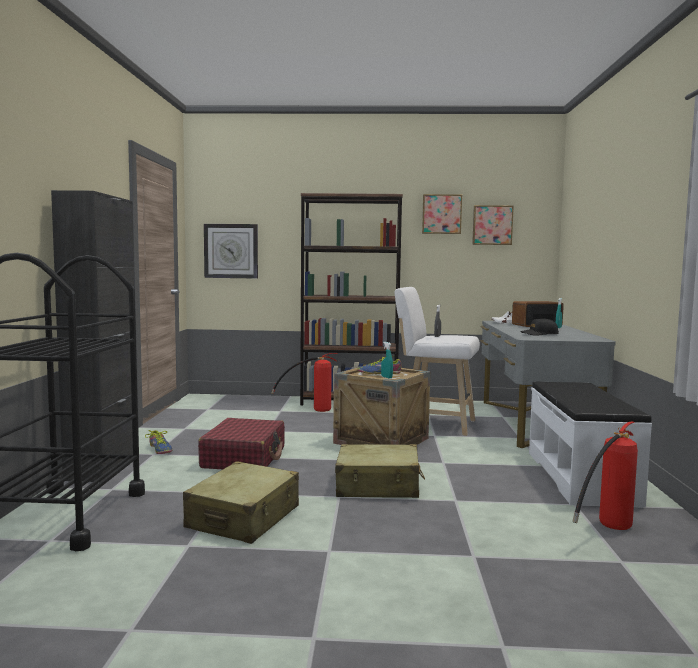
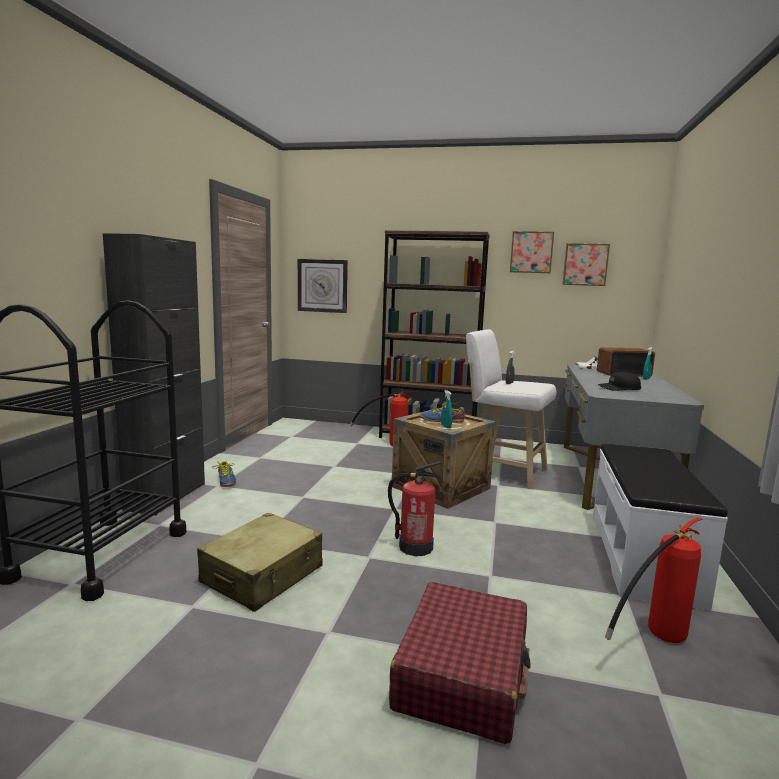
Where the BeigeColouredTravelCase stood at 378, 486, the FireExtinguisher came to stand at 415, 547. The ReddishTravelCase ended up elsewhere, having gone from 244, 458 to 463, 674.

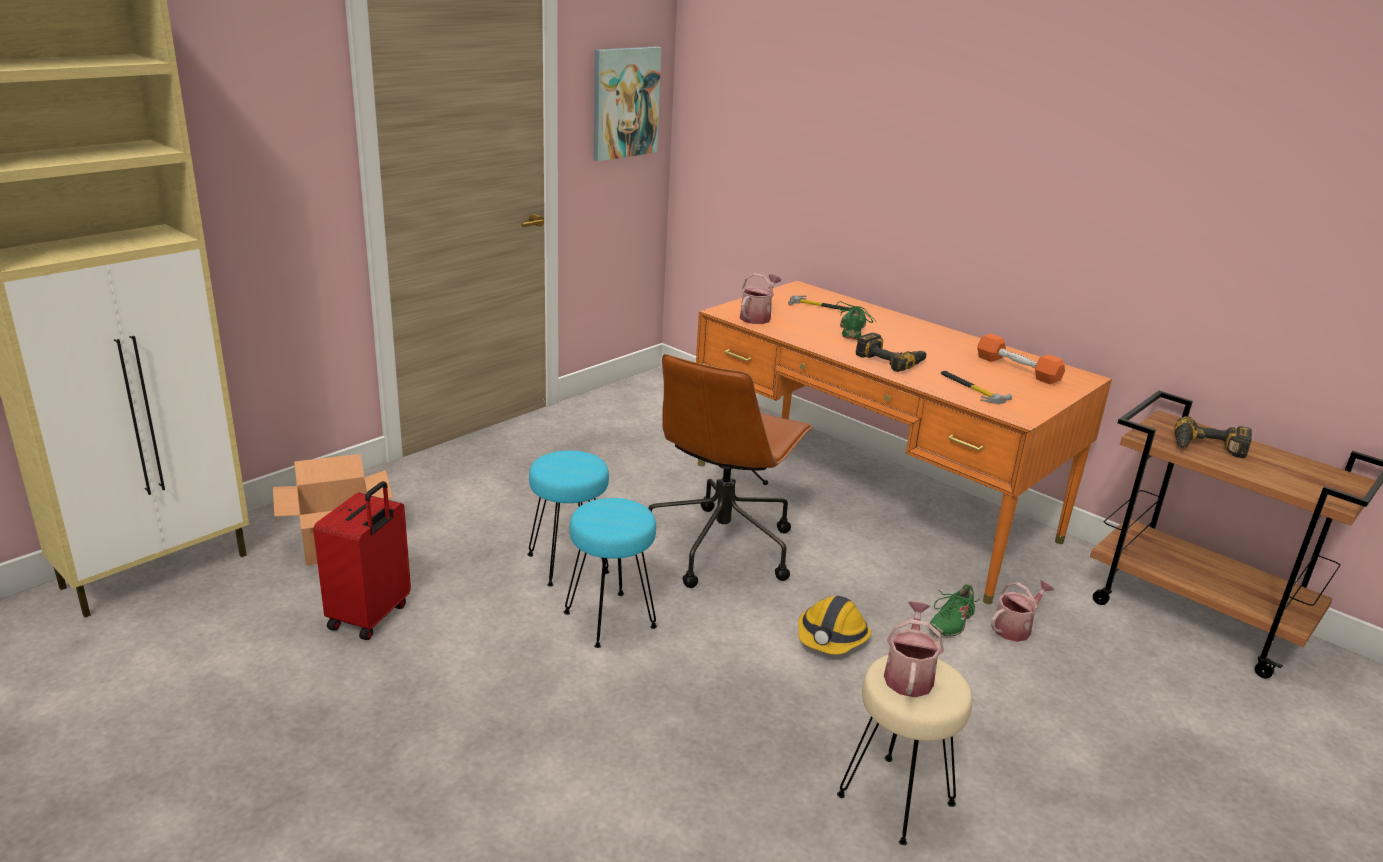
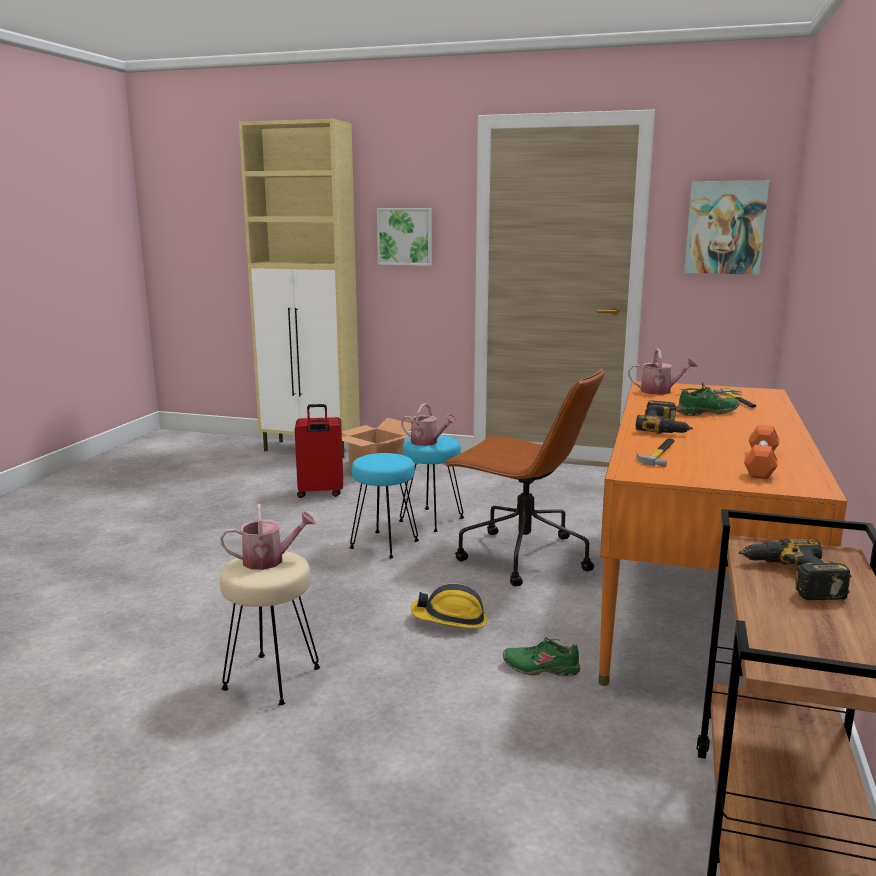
The second view gained the WallPicture at 405, 236. The SprinklingCan ended up elsewhere, having gone from 1015, 628 to 427, 442. The BrownOfficeChair at 722, 546 ended up facing another way, 150 degrees counterclockwise from before.

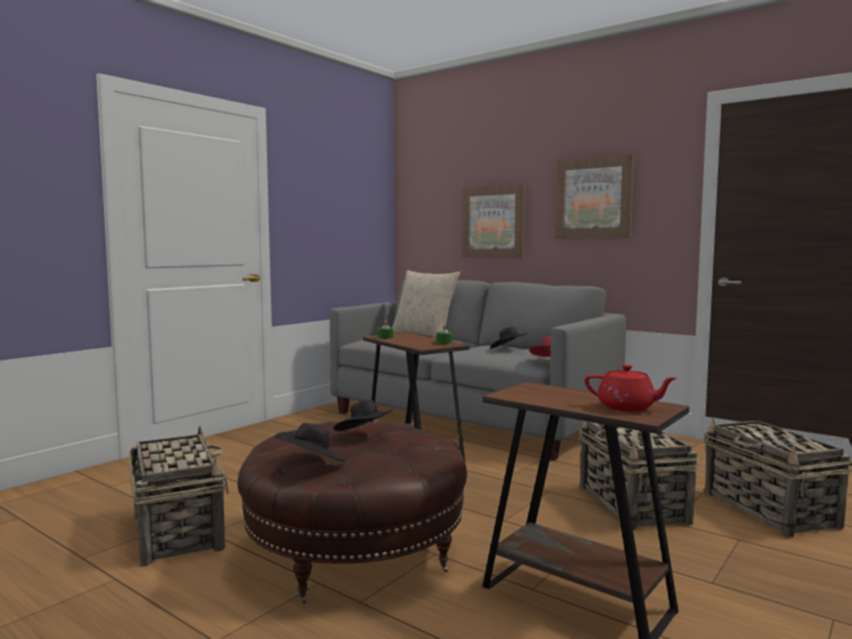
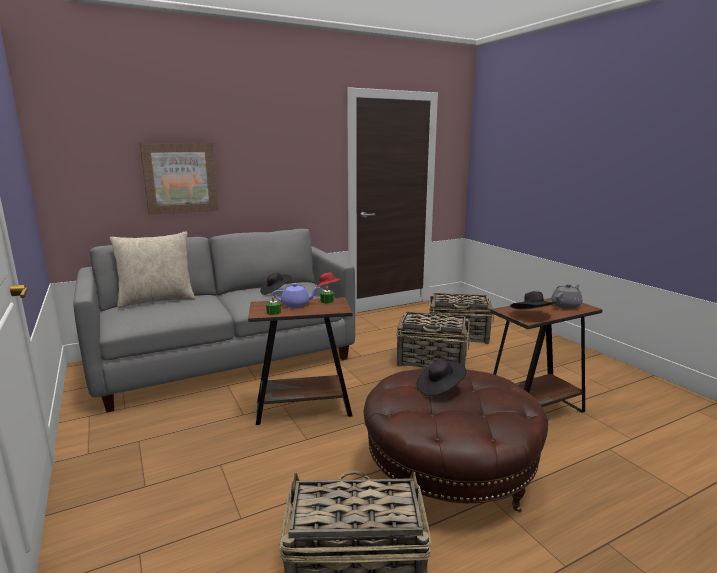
The second view gained the PurpleTeapot at 296, 304. The BlackishClothingHat ended up elsewhere, having gone from 311, 464 to 532, 315. What was the ReddishTeapot at 627, 407 turned into the GrayTeapot at 566, 305. The second view lost the WallPicture at 594, 198.

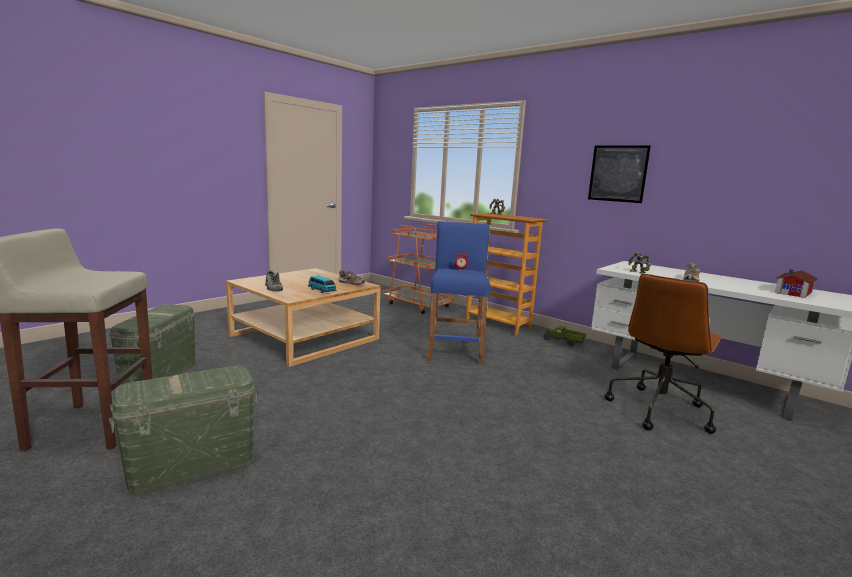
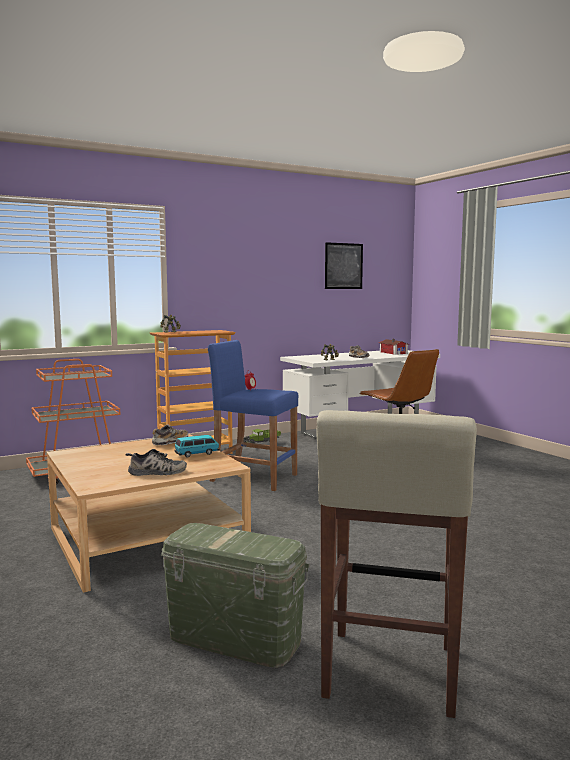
The WallPicture ended up elsewhere, having gone from 618, 173 to 343, 266. The second view lost the GreenishStorageContainer at 192, 465.

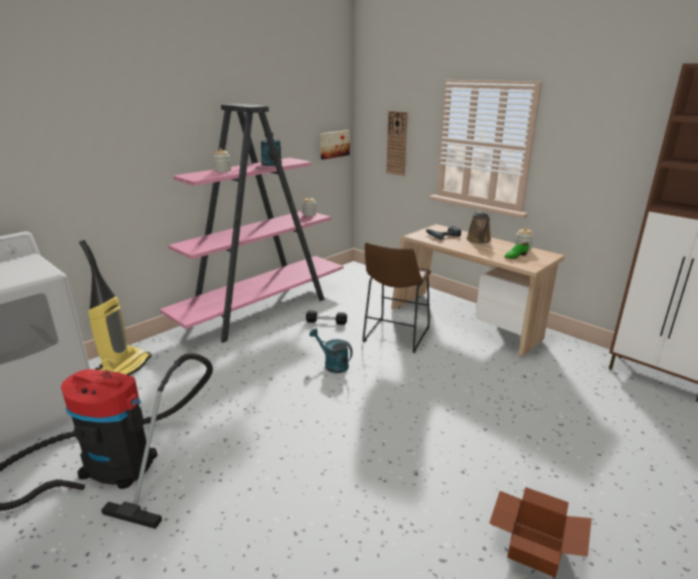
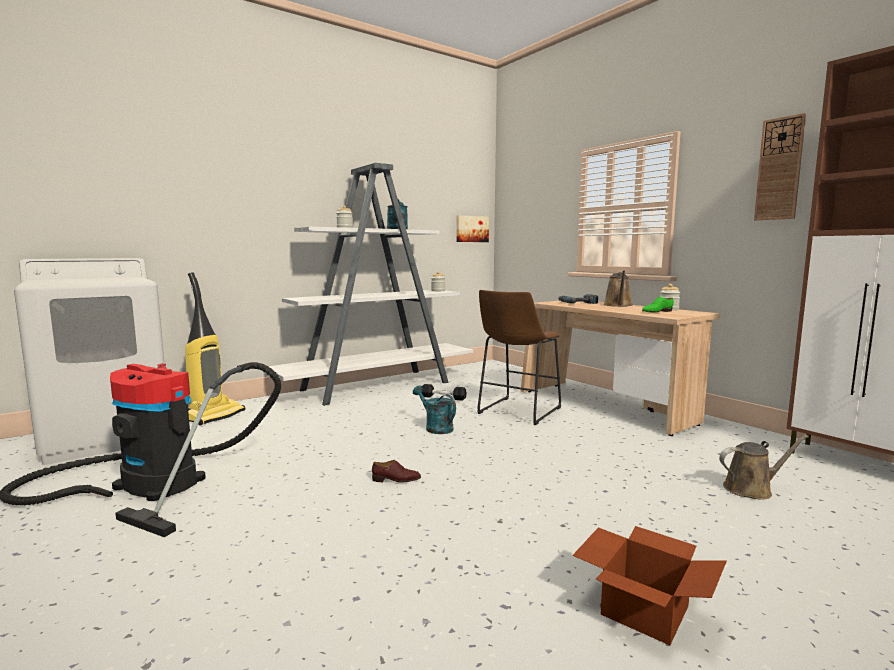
What was the PinkColouredBookcase at 262, 309 turned into the WhitishBookcase at 378, 386. The second view gained the BrownShoe at 396, 480. The second view gained the BrownSprinklingCan at 751, 489. The ClockOnTheWall ended up elsewhere, having gone from 397, 143 to 779, 169.

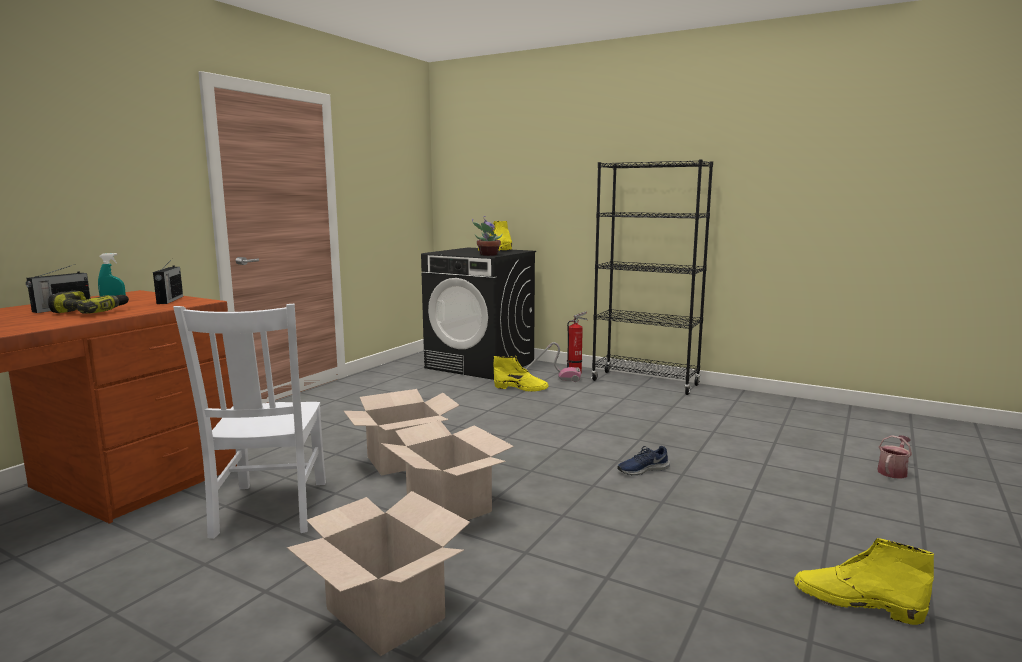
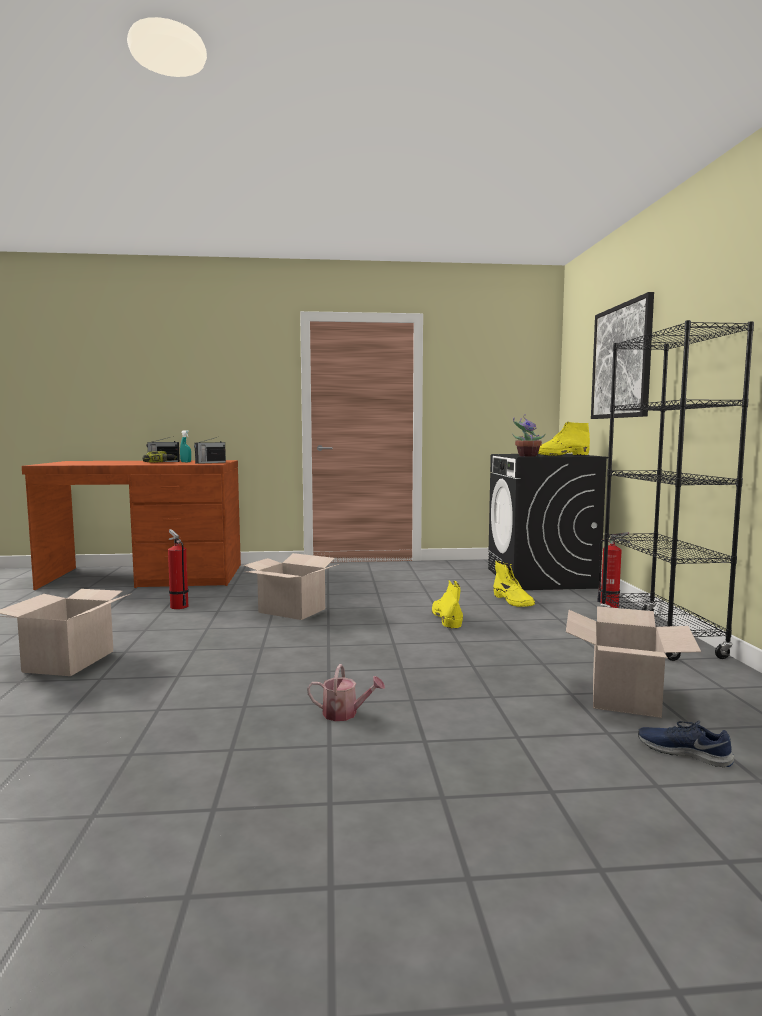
Where the WhitishUprightChair stood at 270, 510, the FireExtinguisher came to stand at 178, 606. The SprinklingCan ended up elsewhere, having gone from 893, 471 to 345, 714. The YellowColouredHighTopBoot ended up elsewhere, having gone from 855, 603 to 446, 618. The Carton ended up elsewhere, having gone from 447, 506 to 623, 696. The second view gained the WallPicture at 621, 361. The BlueShoe ended up elsewhere, having gone from 642, 469 to 683, 752. The second view lost the VacuumCleaner at 547, 379.

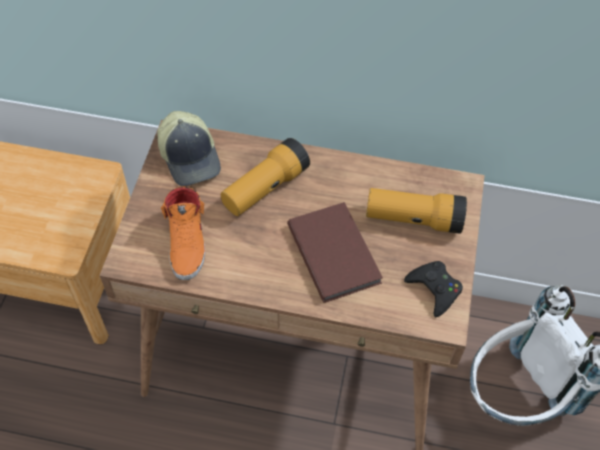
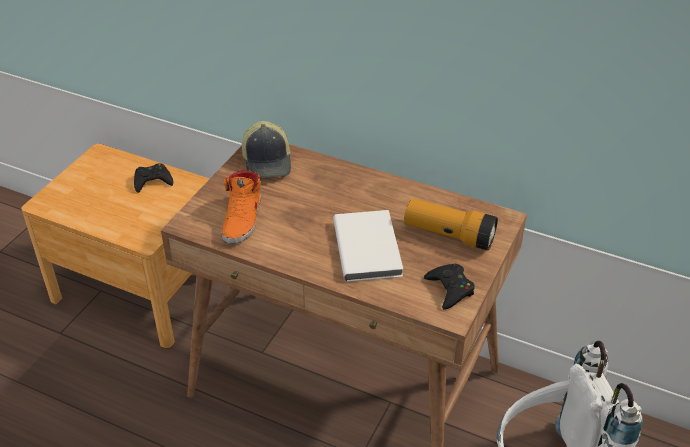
The second view gained the BlackishGamepad at 152, 181. What was the BrownVolume at 335, 252 turned into the WhitishVolume at 369, 247. The second view lost the Torch at 265, 188.

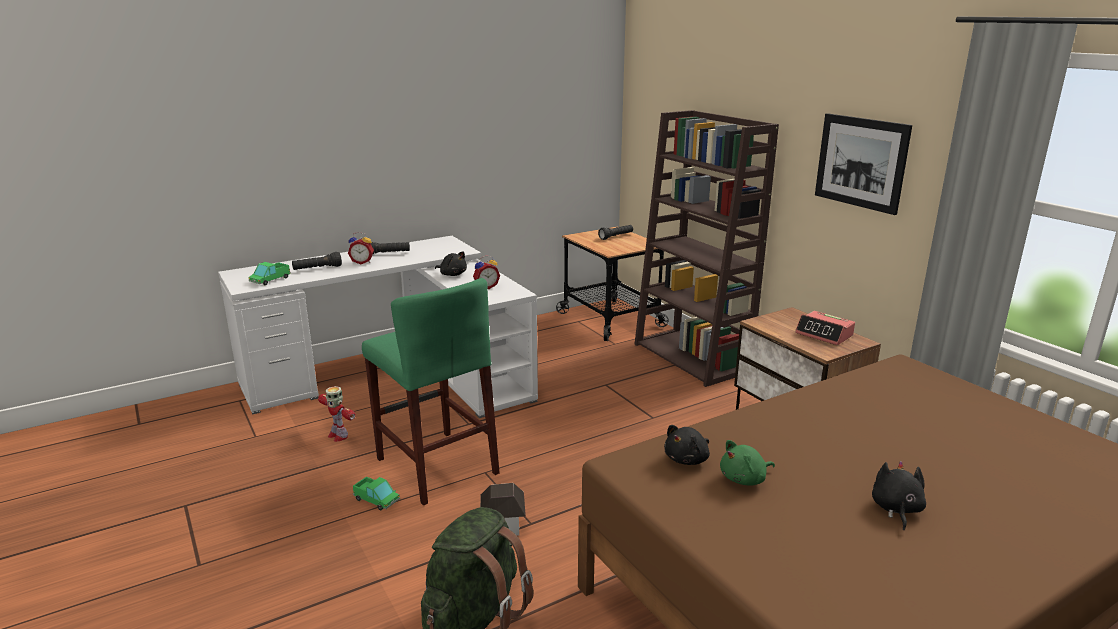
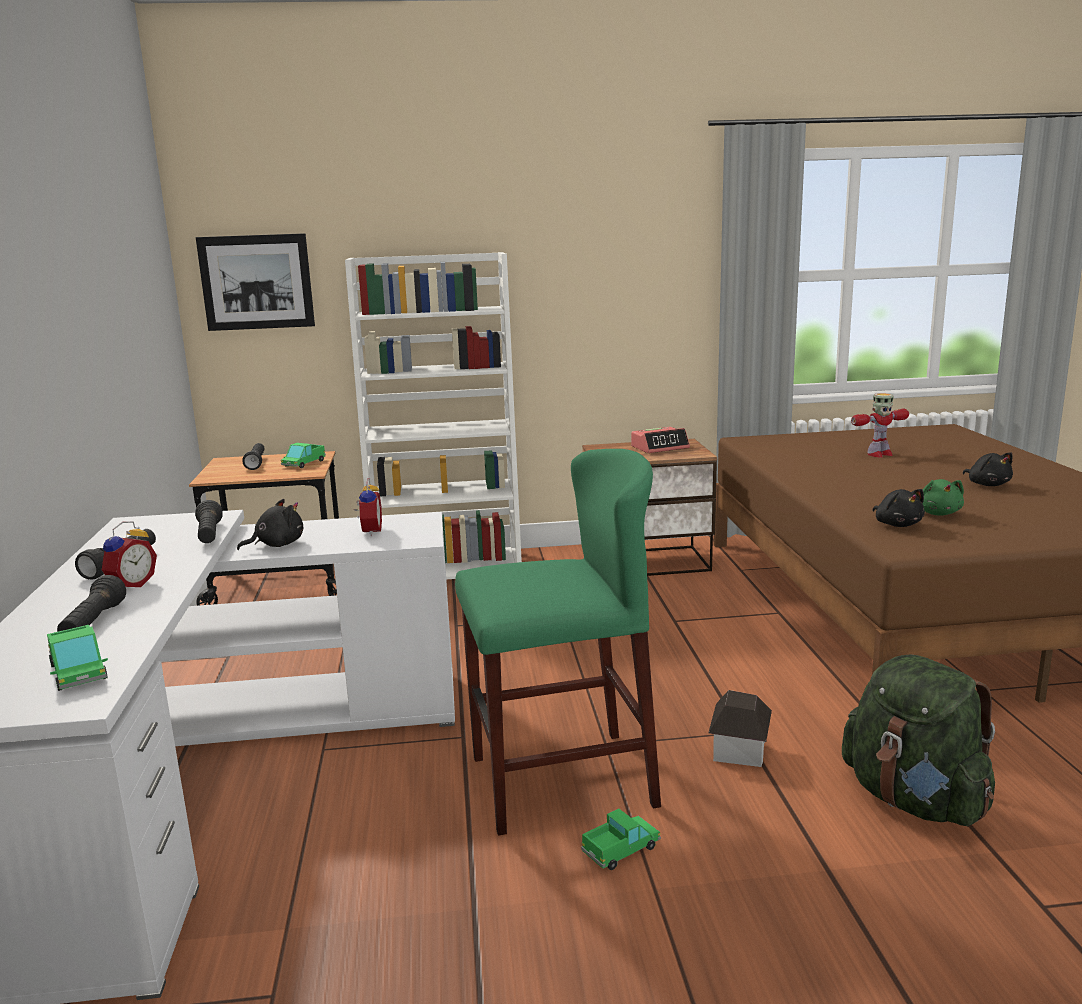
The second view gained the BlackishTorch at 209, 535. The WallPicture ended up elsewhere, having gone from 861, 162 to 256, 282. The second view gained the ToyTruck at 304, 463. What was the BrownBookcase at 692, 358 turned into the WhitishBookcase at 448, 568. The ModelRobot ended up elsewhere, having gone from 338, 435 to 879, 454. The BlackishCuddlyToy at 896, 509 ended up facing another way, 150 degrees counterclockwise from before.

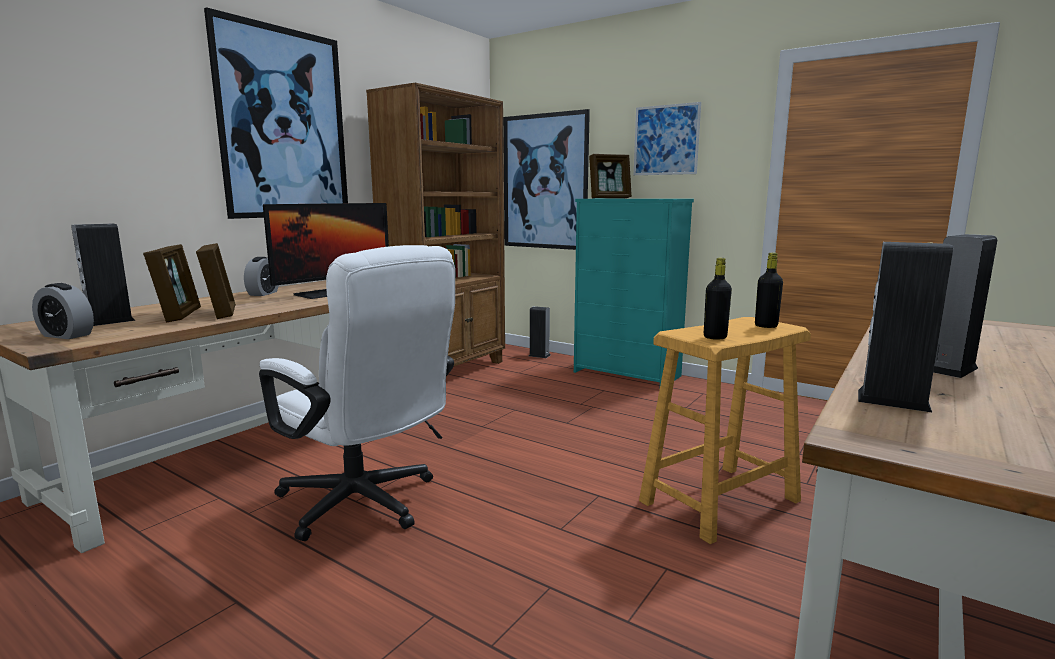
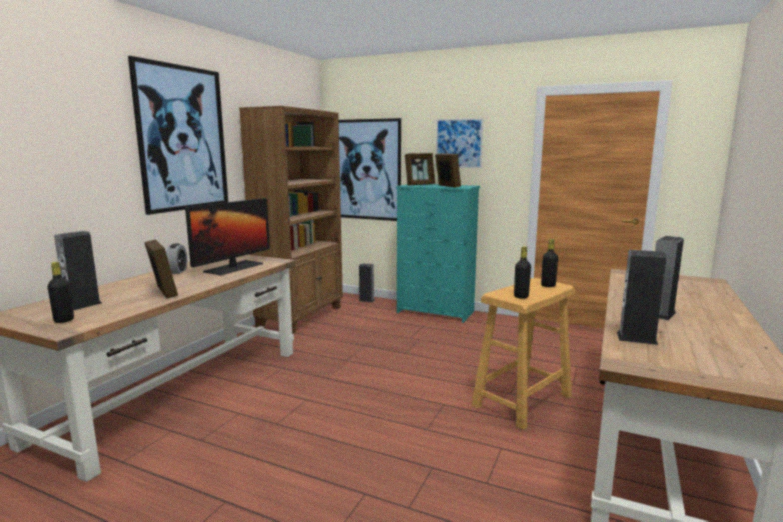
Where the AlarmClock stood at 67, 335, the BlackishBeverageBottle came to stand at 64, 320. The StandingFrame ended up elsewhere, having gone from 179, 315 to 447, 186. The second view lost the WhitishOfficeChair at 366, 505.

